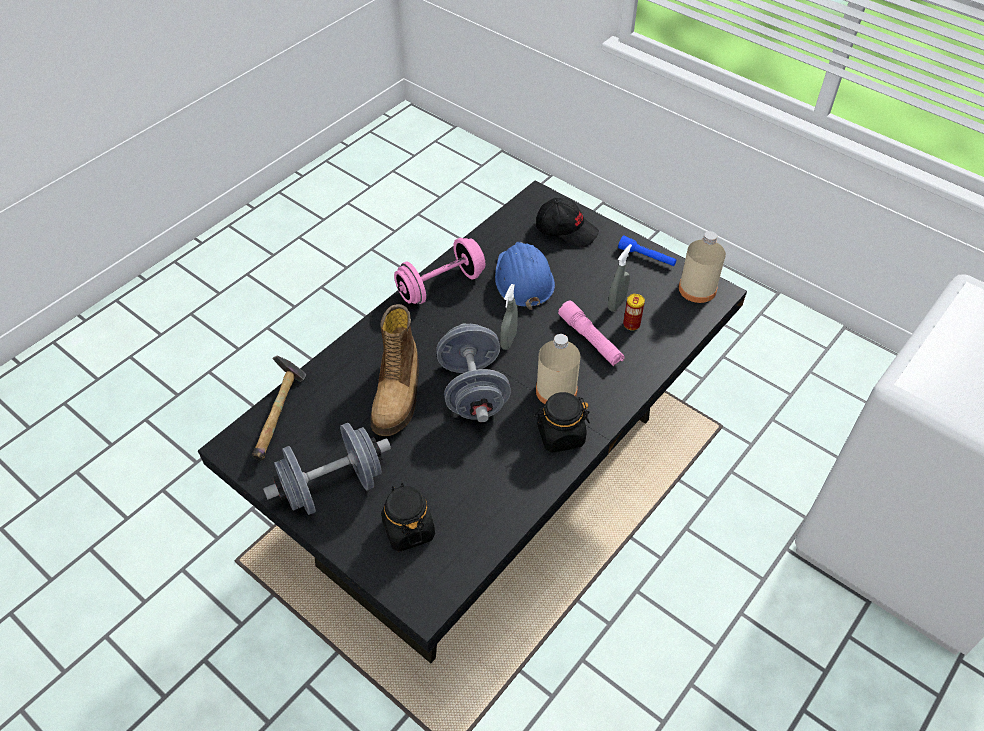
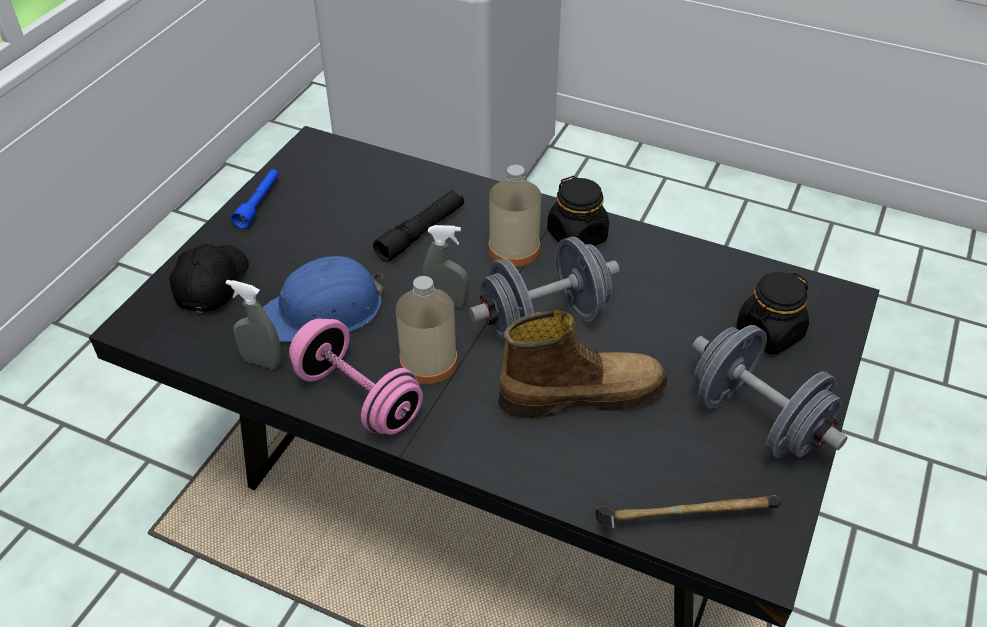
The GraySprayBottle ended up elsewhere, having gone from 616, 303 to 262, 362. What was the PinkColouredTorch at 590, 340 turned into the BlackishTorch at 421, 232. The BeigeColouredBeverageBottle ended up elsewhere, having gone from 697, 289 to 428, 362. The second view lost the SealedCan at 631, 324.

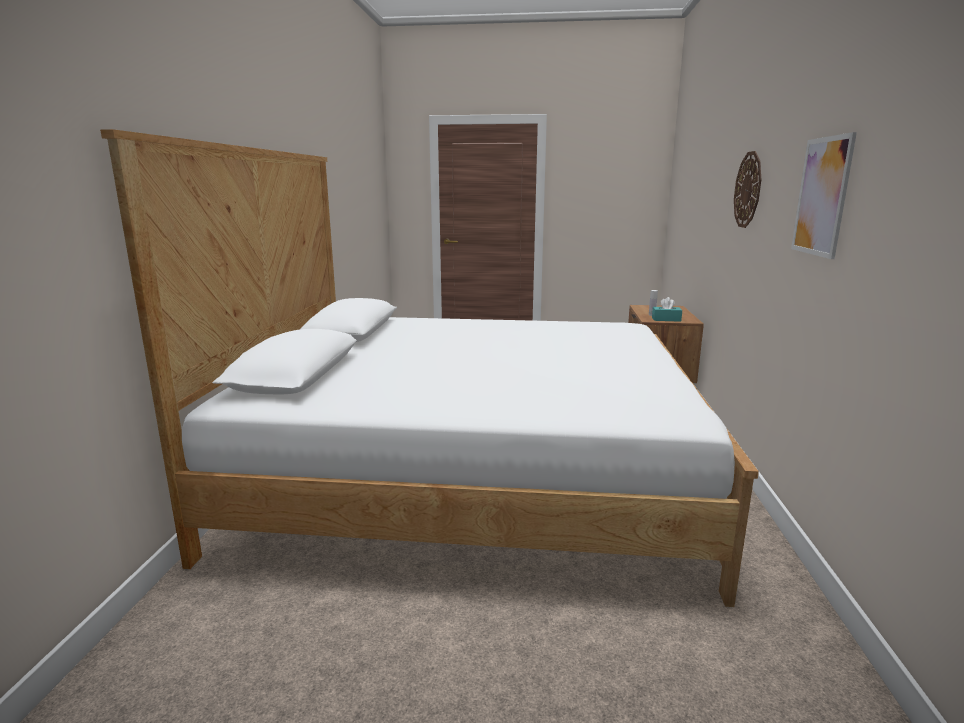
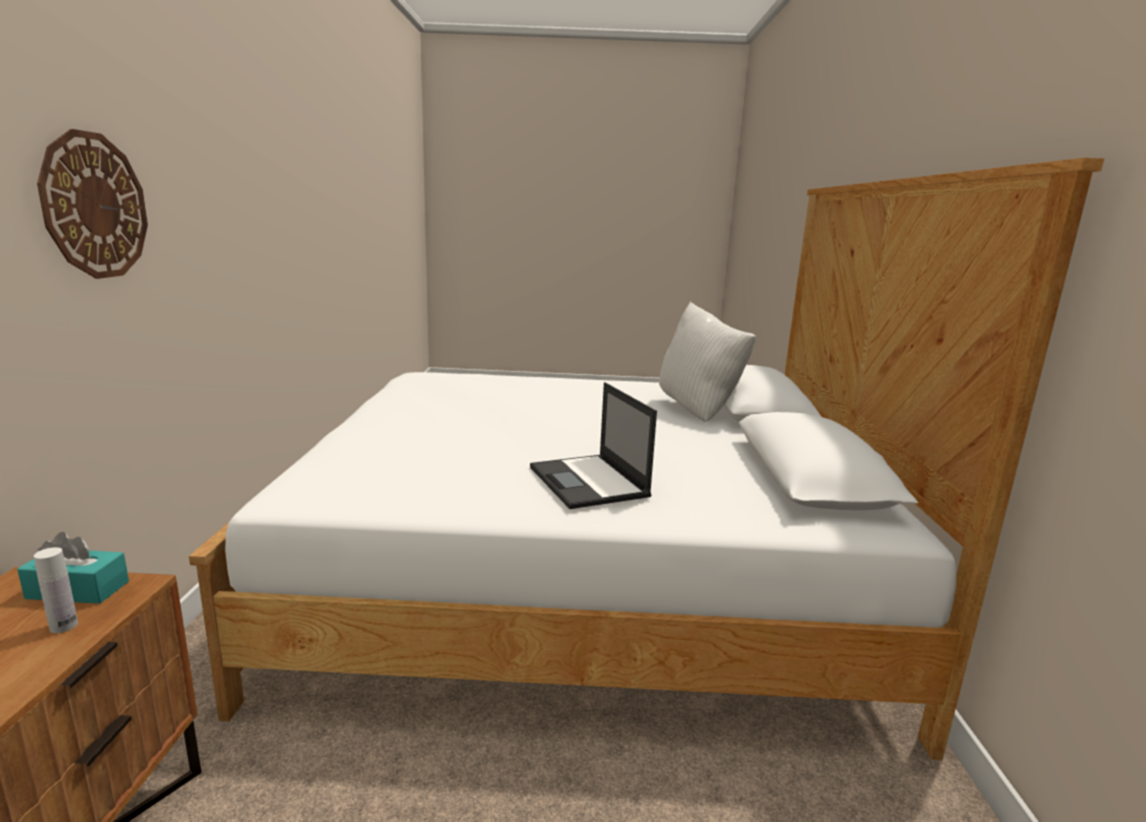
The second view gained the Laptop at 589, 482. The second view gained the WhitishThrowPillow at 698, 410. The second view lost the WallPicture at 822, 196.

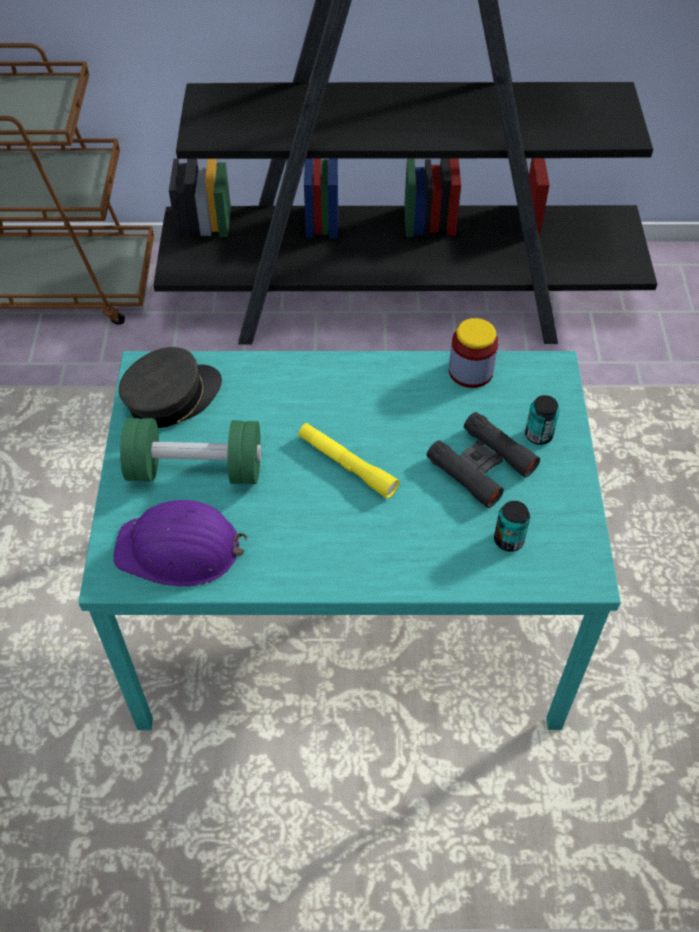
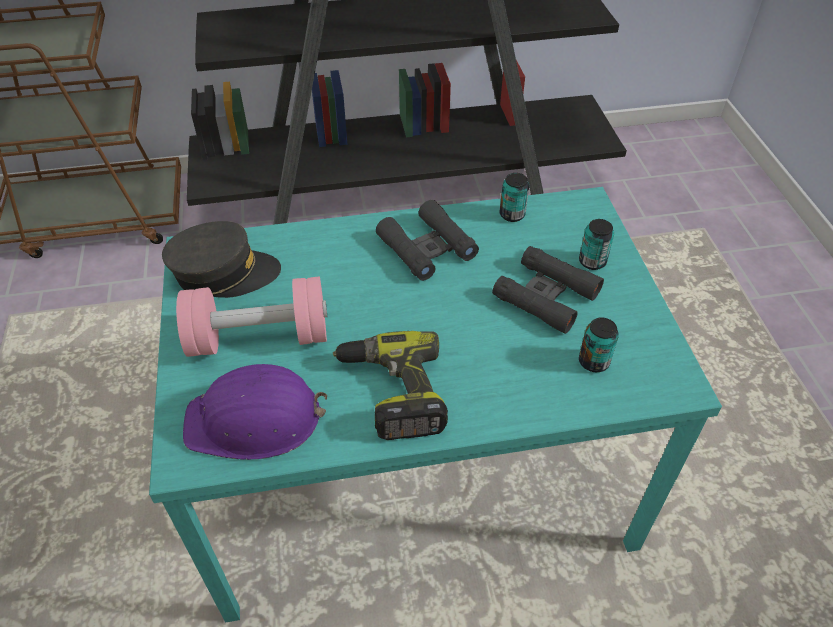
The GrayCap at 172, 398 ended up facing another way, 45 degrees clockwise from before. What was the GreenishFreeWeight at 195, 469 turned into the PinkColouredFreeWeight at 259, 337. The second view gained the Drill at 392, 392. The second view gained the BlackishPairOfBinoculars at 427, 248. Where the PreserveJar stood at 470, 371, the SealedCan came to stand at 512, 214. The second view lost the YellowColouredTorch at 347, 465.

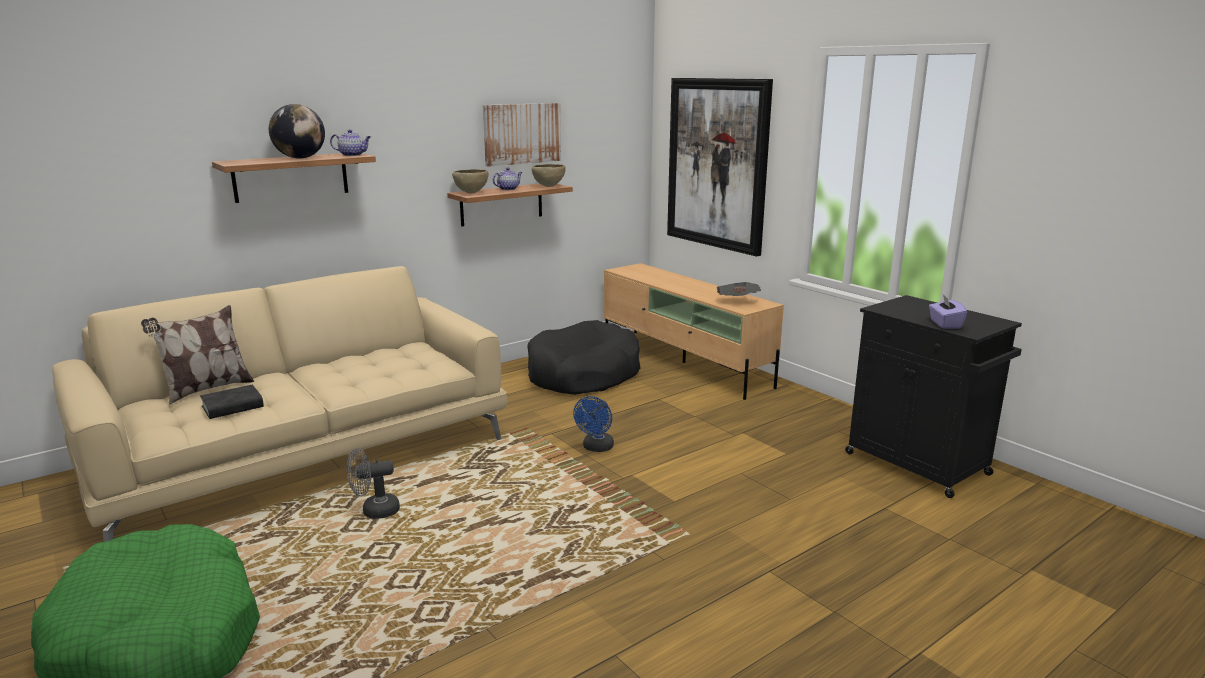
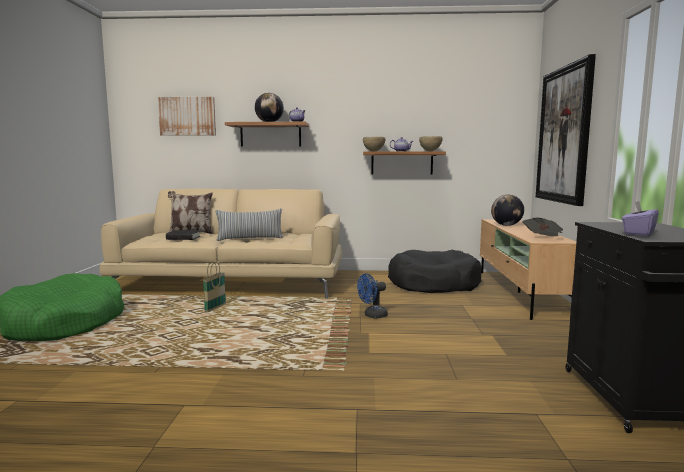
The WallPicture ended up elsewhere, having gone from 522, 133 to 187, 116. Where the GrayFan stood at 374, 511, the Basket came to stand at 215, 308. The second view gained the ThrowPillow at 250, 239. The second view gained the DeskGlobe at 506, 225.

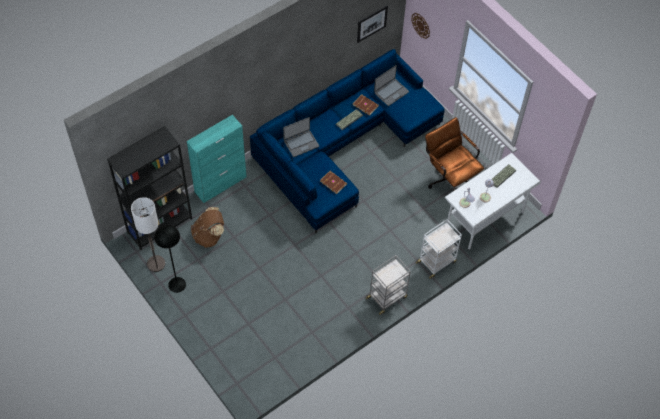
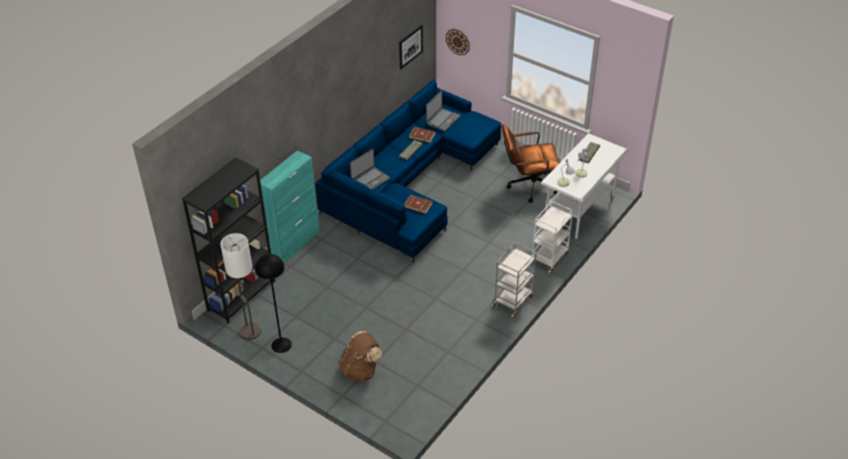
The BrownBackpack ended up elsewhere, having gone from 209, 236 to 360, 370. The BrownOfficeChair at 449, 178 ended up facing another way, 45 degrees counterclockwise from before.

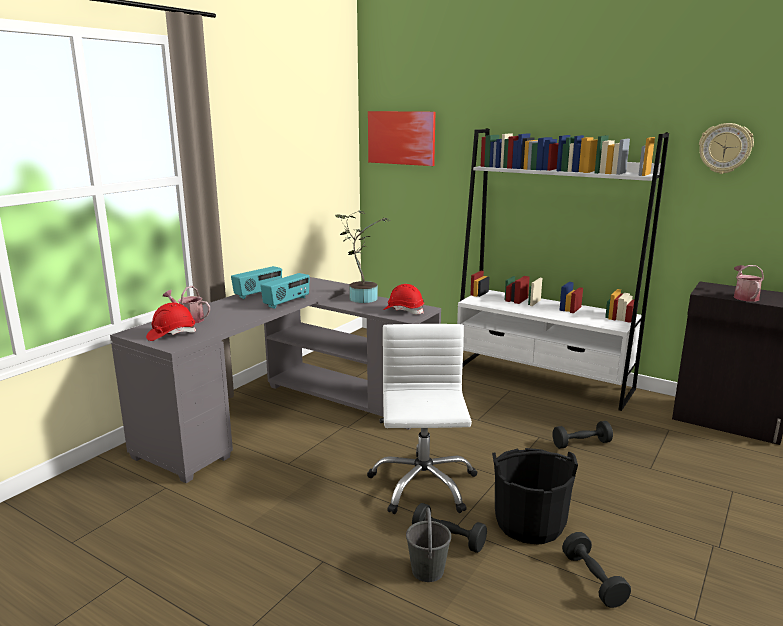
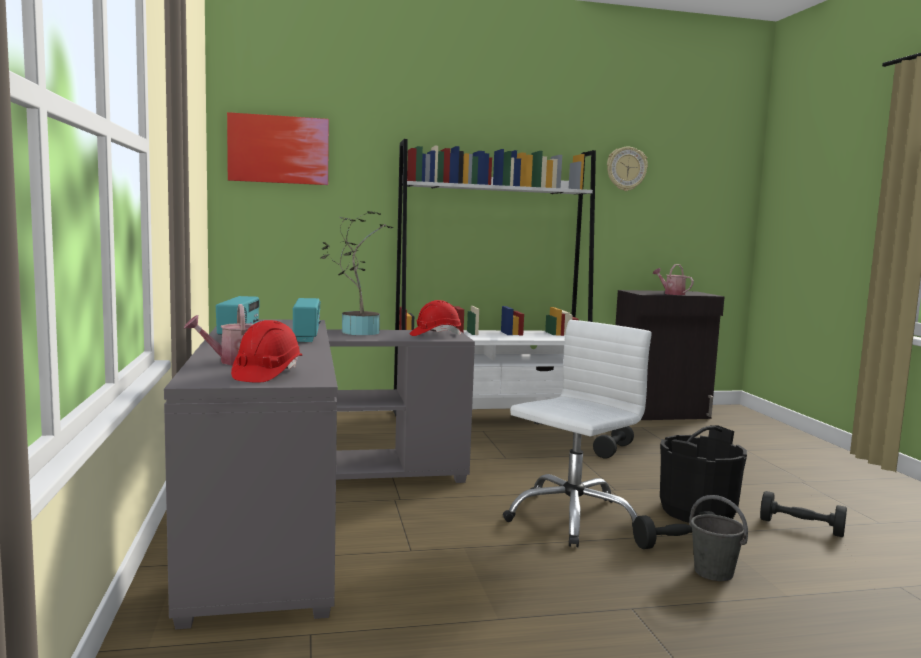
The WhitishOfficeChair at 422, 484 ended up facing another way, 90 degrees clockwise from before.

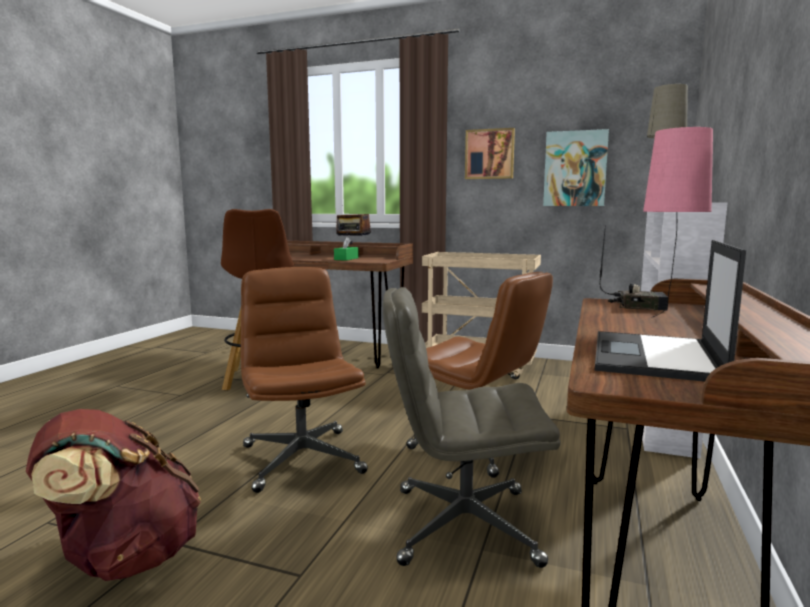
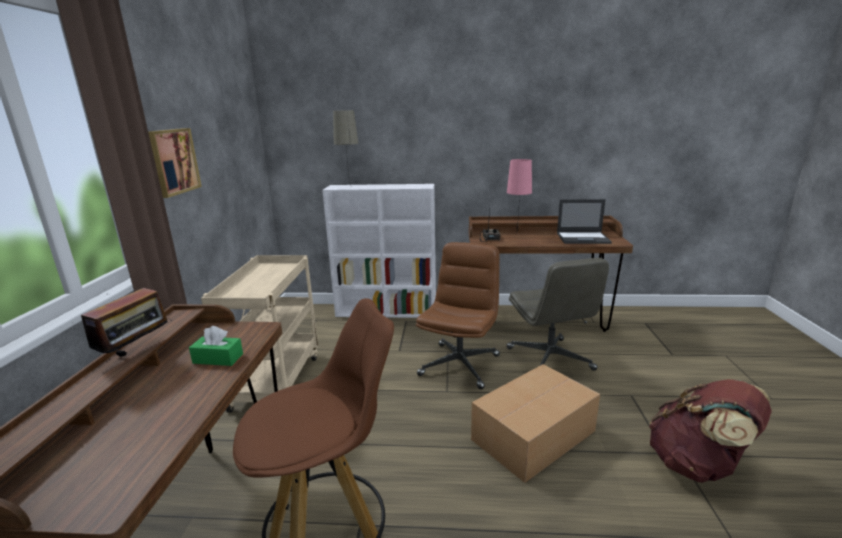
Where the BrownOfficeChair stood at 301, 458, the Carton came to stand at 531, 435. The second view lost the WallPicture at 575, 169.

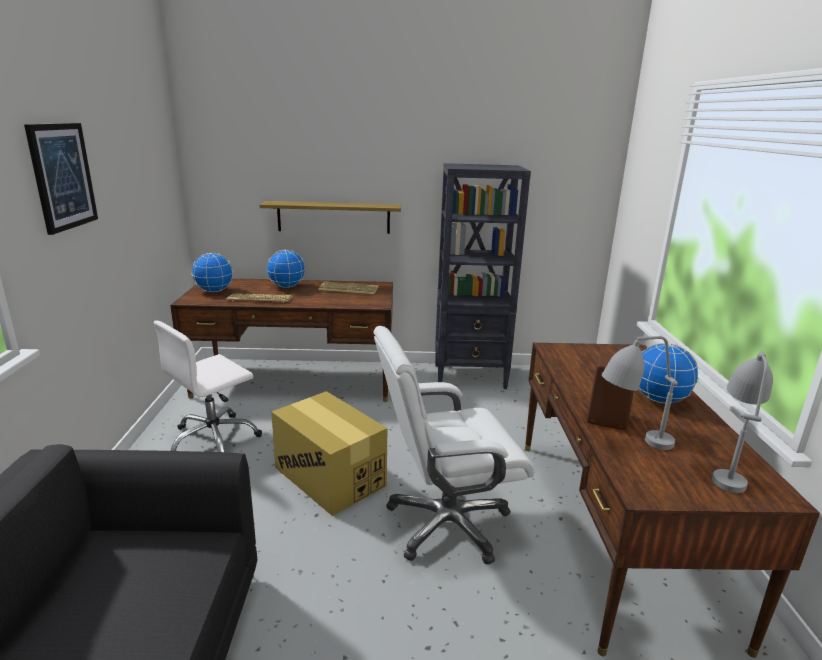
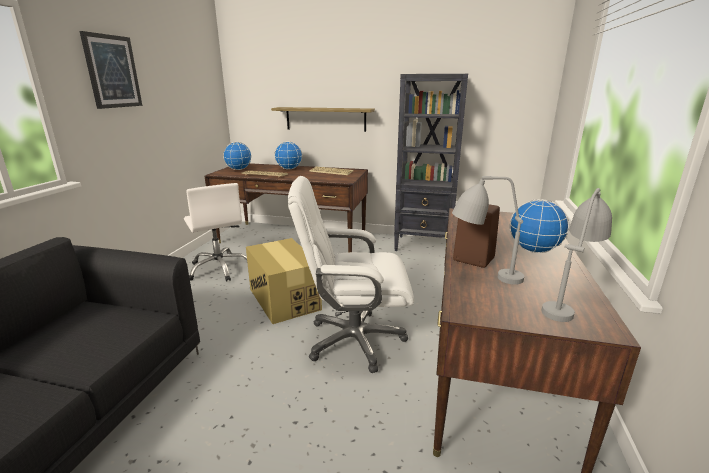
The WhitishOfficeChair at 214, 439 ended up facing another way, 90 degrees counterclockwise from before.

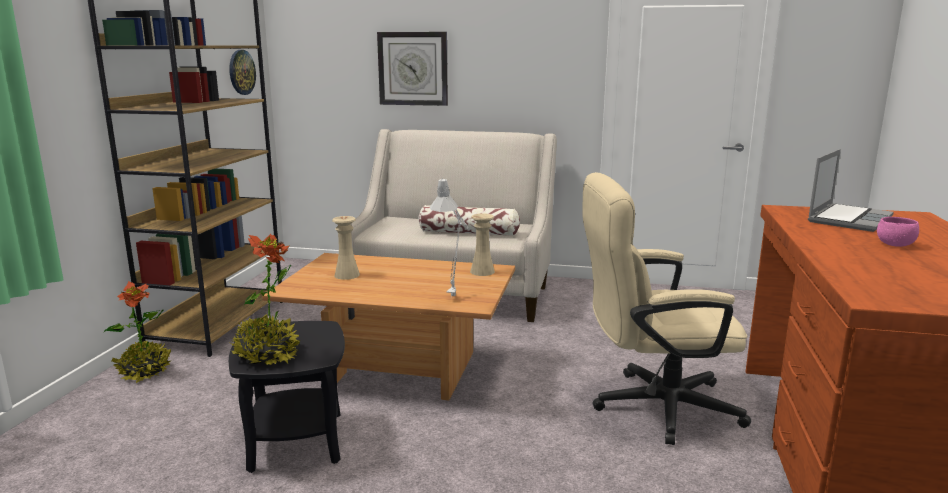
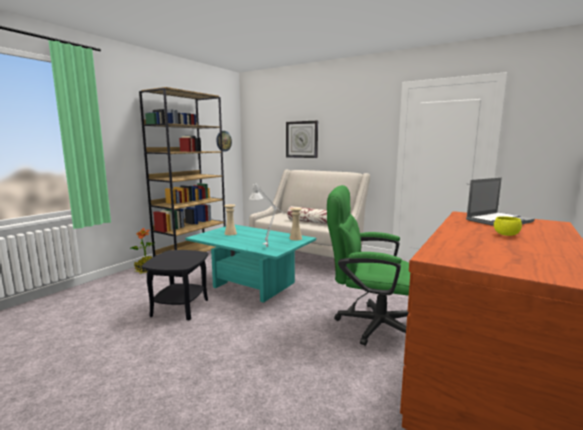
What was the BrownLowTable at 399, 370 turned into the BlueGreenLowTable at 252, 285. What was the BeigeColouredOfficeChair at 652, 406 turned into the GreenishOfficeChair at 370, 324. What was the PinkColouredBowl at 894, 245 turned into the YellowColouredBowl at 506, 234. The second view lost the PlantInAPot at 267, 355.

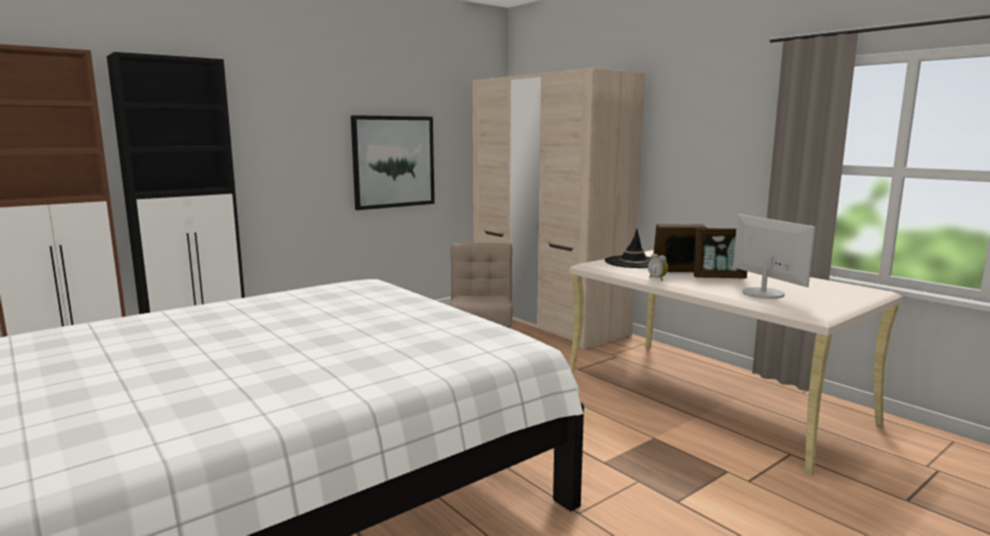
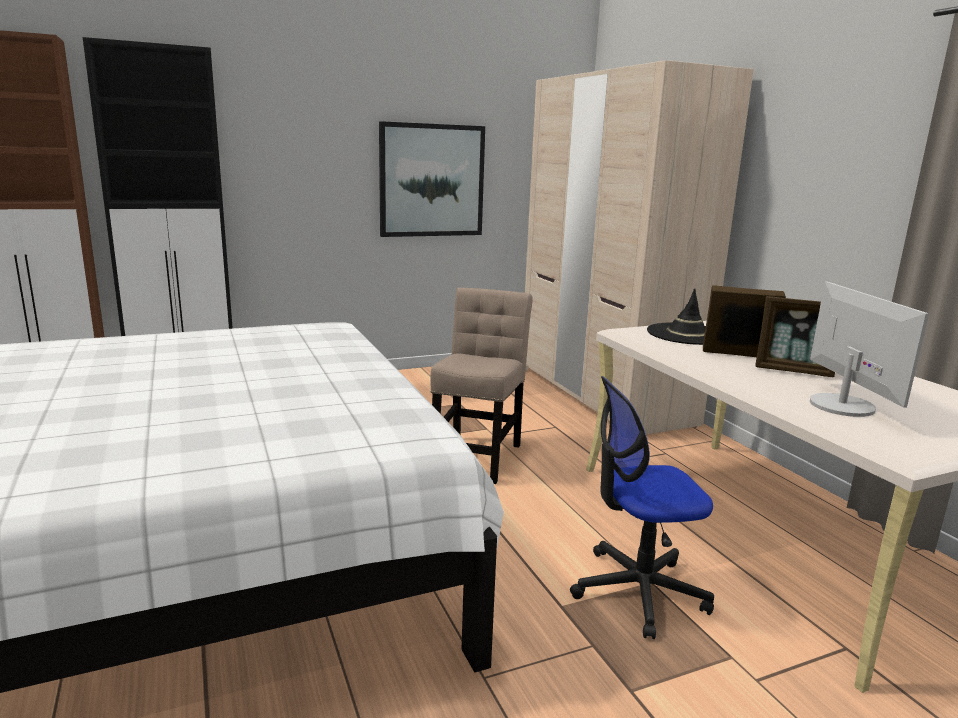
The second view gained the OfficeChair at 638, 591. The second view lost the AlarmClock at 658, 279.

